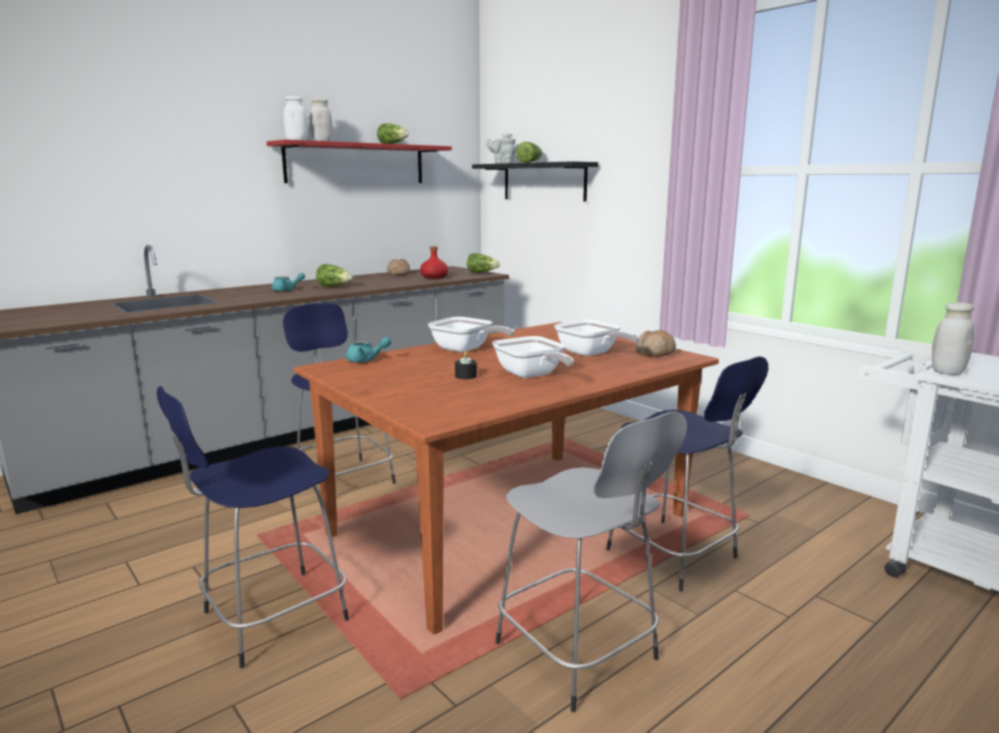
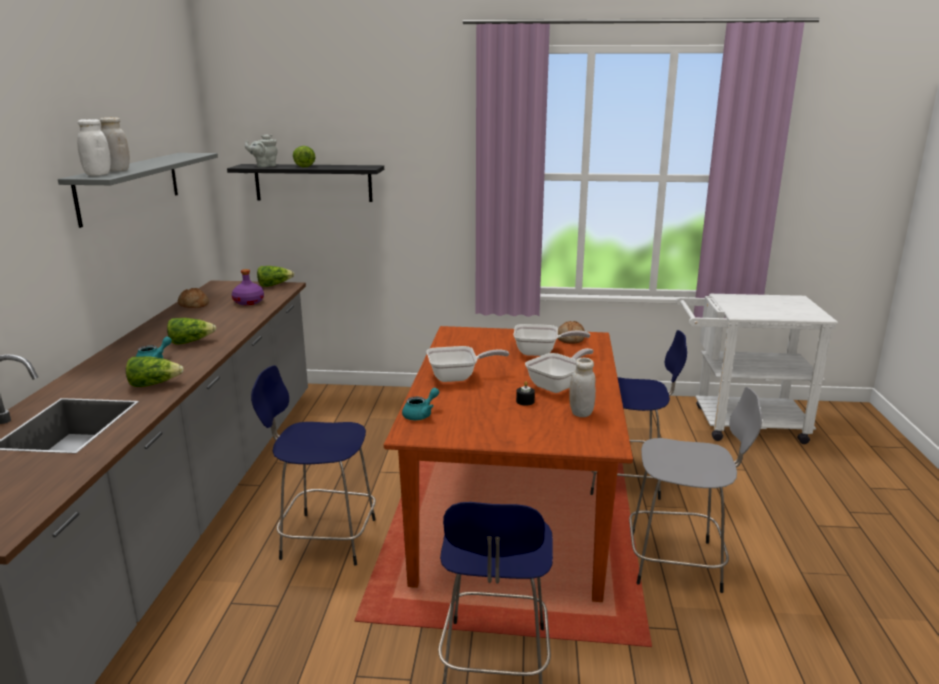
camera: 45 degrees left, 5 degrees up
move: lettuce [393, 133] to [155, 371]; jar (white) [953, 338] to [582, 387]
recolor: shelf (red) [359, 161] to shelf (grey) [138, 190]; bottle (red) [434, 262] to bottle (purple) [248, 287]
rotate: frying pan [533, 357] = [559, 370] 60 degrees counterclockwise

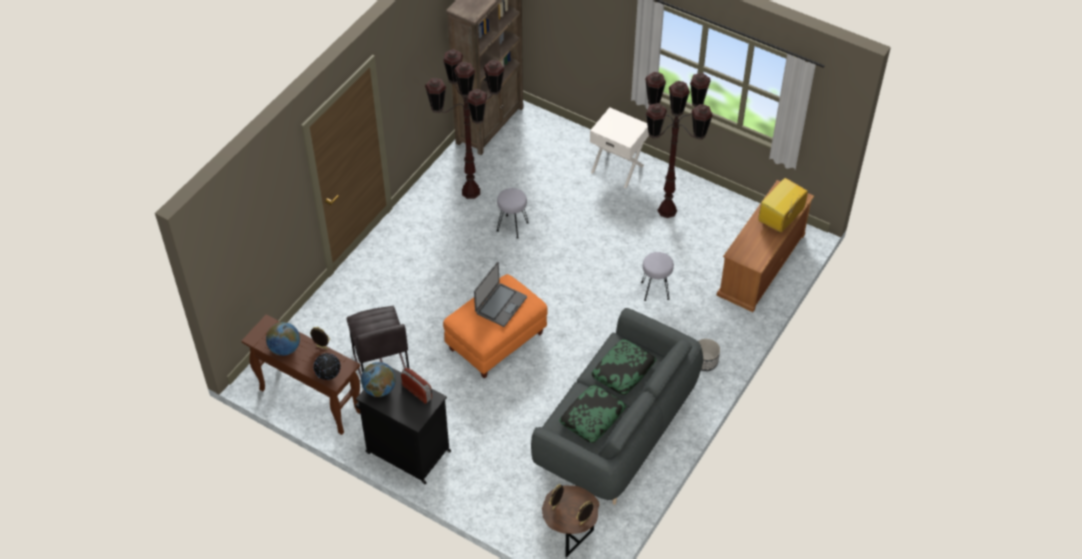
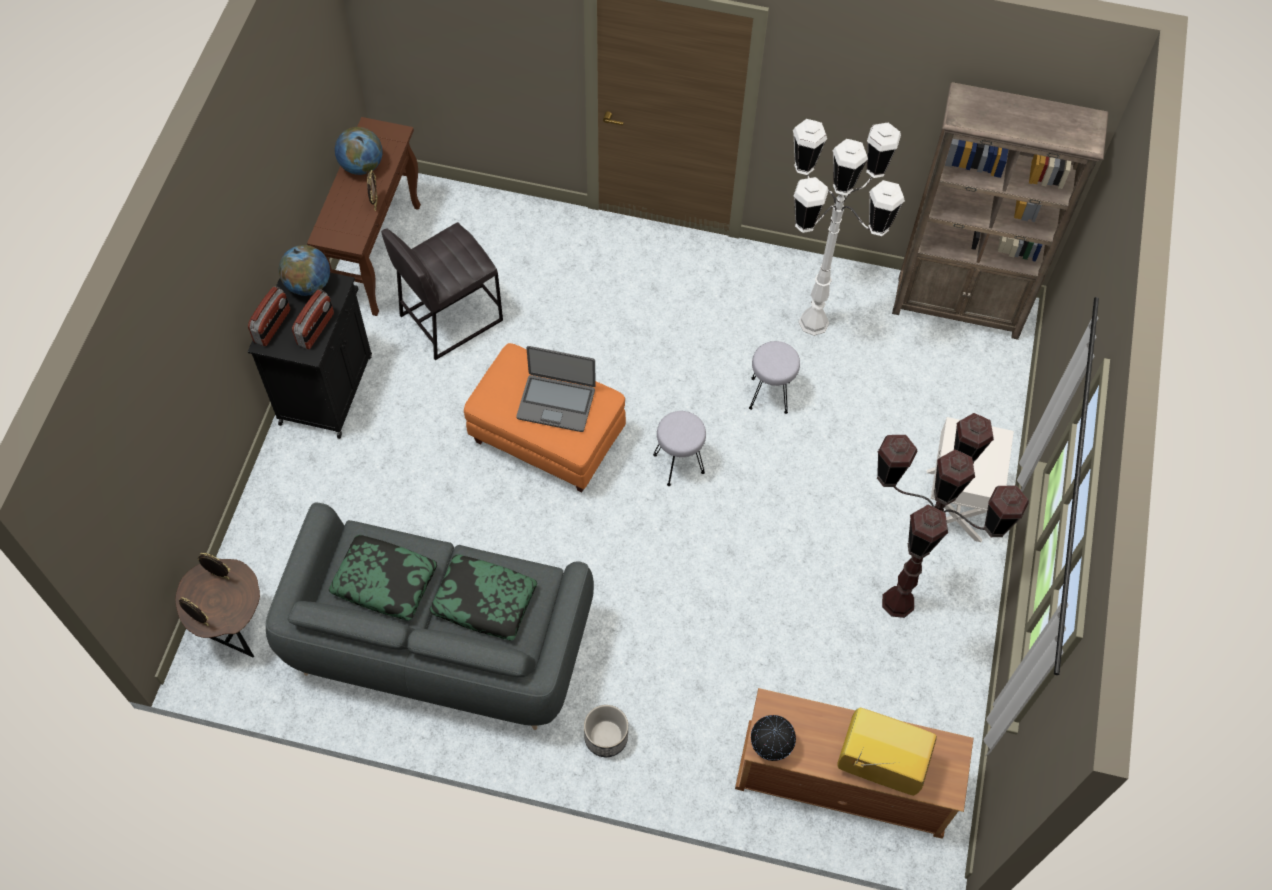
camera: 70 degrees right, 10 degrees up
insert: radio [269, 316]
move: globe [327, 366] to [773, 738]; stool (grey) [657, 276] to [679, 448]
recolor: floor lamp (brown) [464, 124] to floor lamp (white) [849, 227]

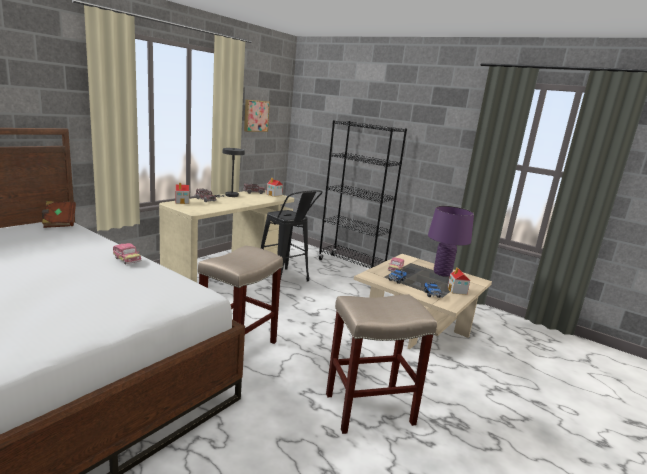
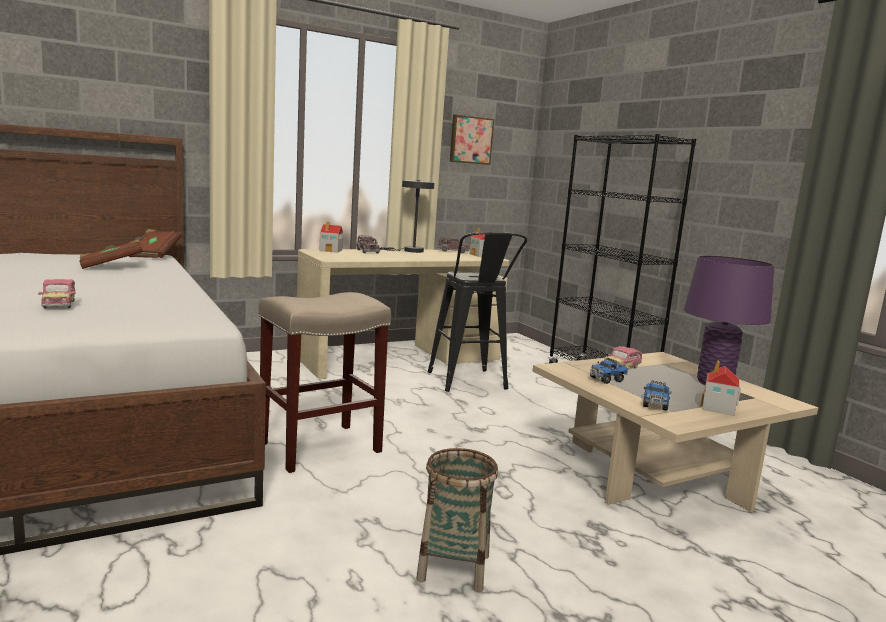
camera: 25 degrees right, 5 degrees down
insert: book (brown) [111, 254]
move: toy car [127, 253] to [57, 294]
replace: stool (beige) [381, 364] to basket [457, 520]

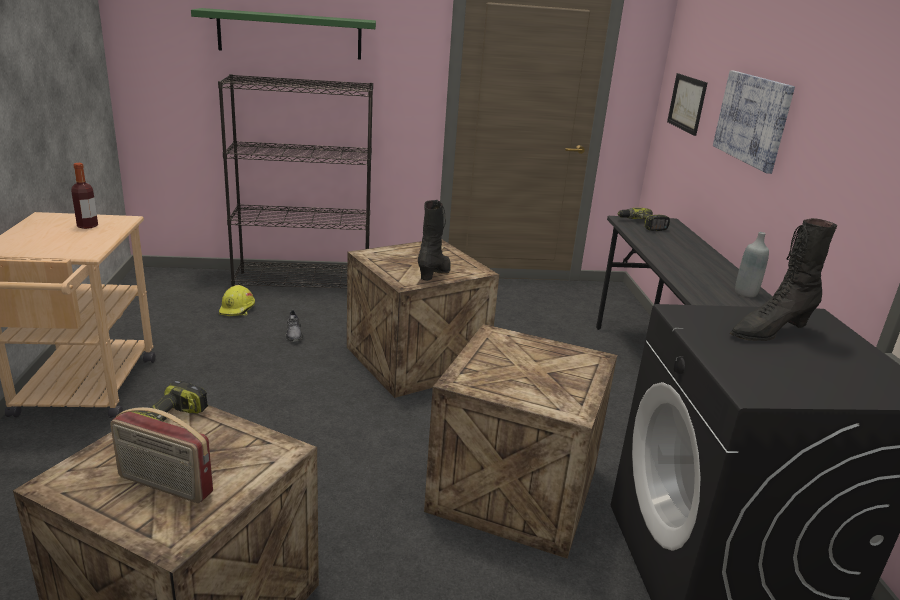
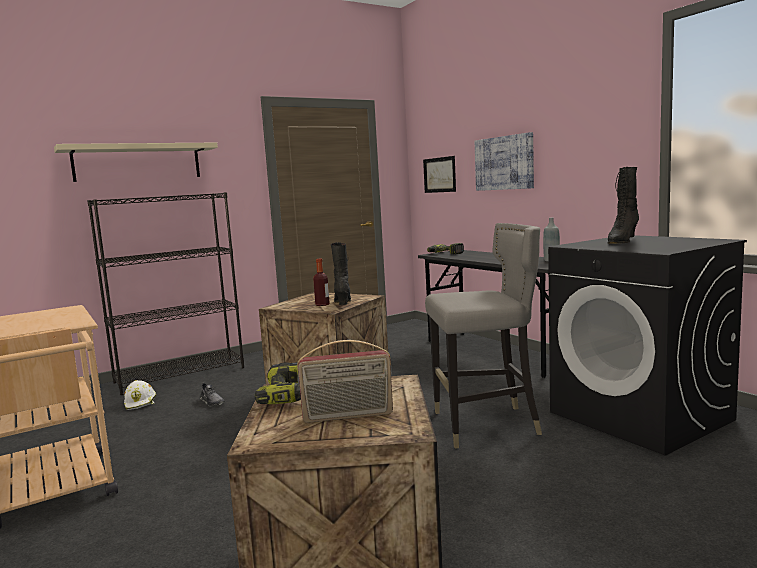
camera: 25 degrees left, 15 degrees down
move: bottle [84, 196] to [321, 282]
replace: crate [520, 441] to stool (grey) [483, 336]
recolor: shelf (green) [283, 34] to shelf (beige) [136, 162]; hard hat (yellow) [237, 300] to hard hat (white) [140, 395]

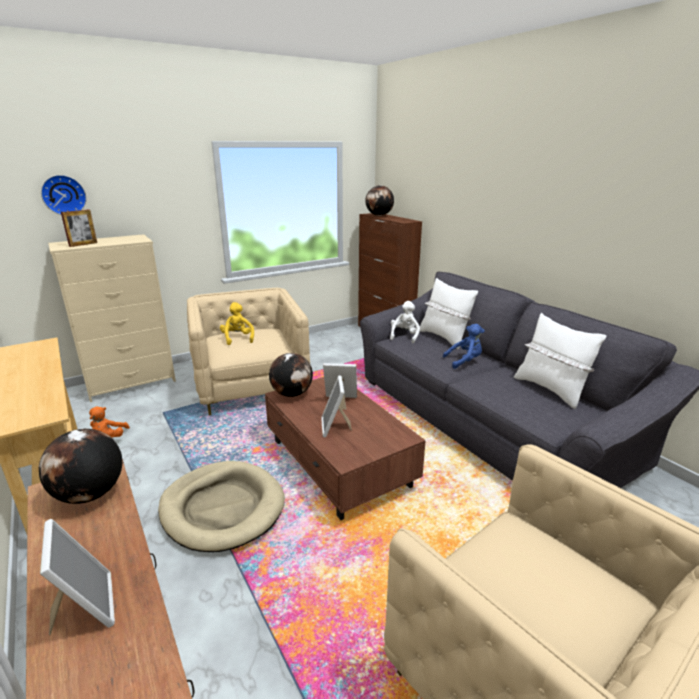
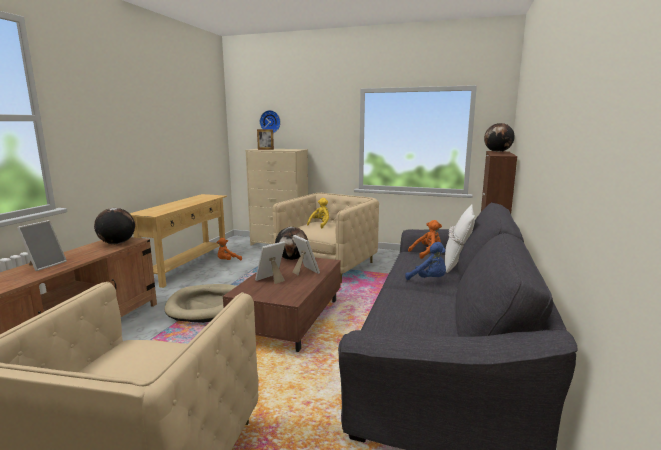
camera: 50 degrees right, 10 degrees down
delete: pillow (white) [560, 361]
recolor: plush toy (white) [405, 322] to plush toy (orange) [425, 239]

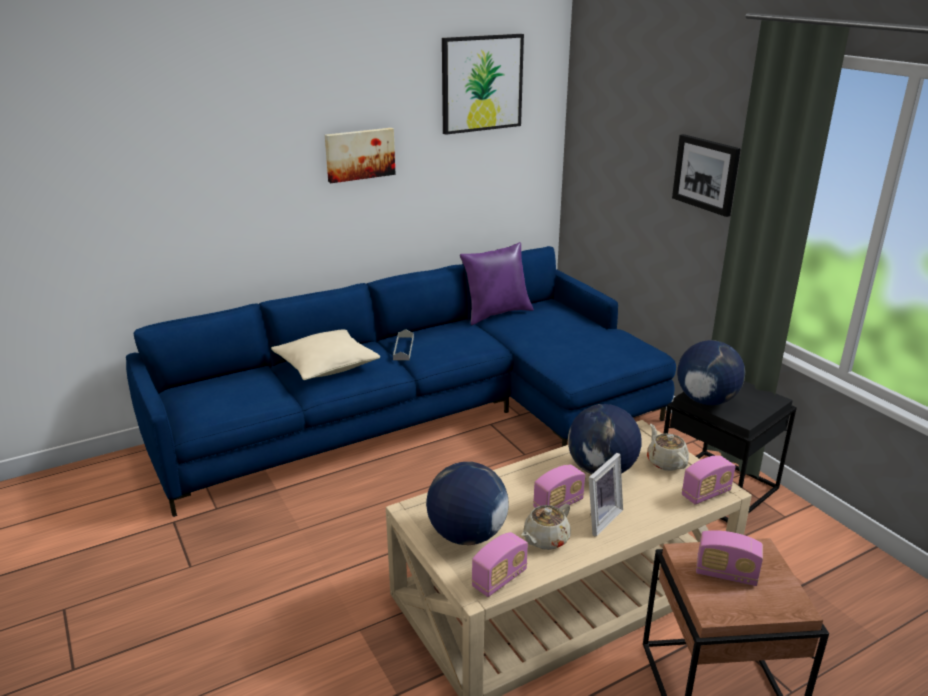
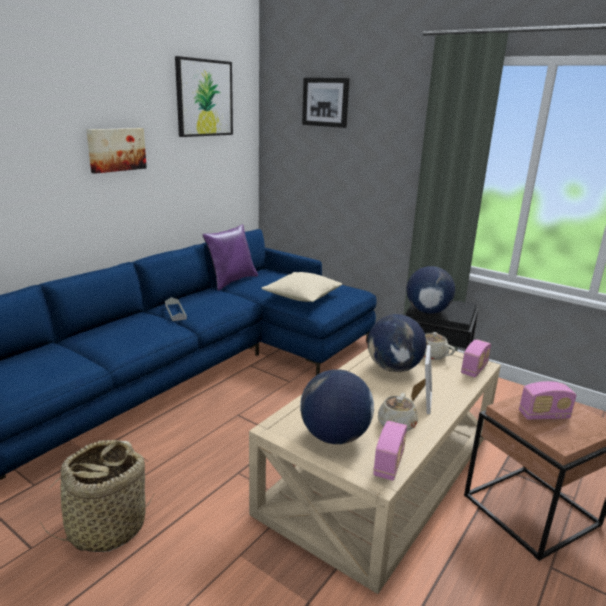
camera: 25 degrees left, 5 degrees down
delete: radio [559, 486]
insert: basket [96, 496]
move: pillow (beige) [325, 355] to [302, 287]; picture [706, 175] to [326, 103]

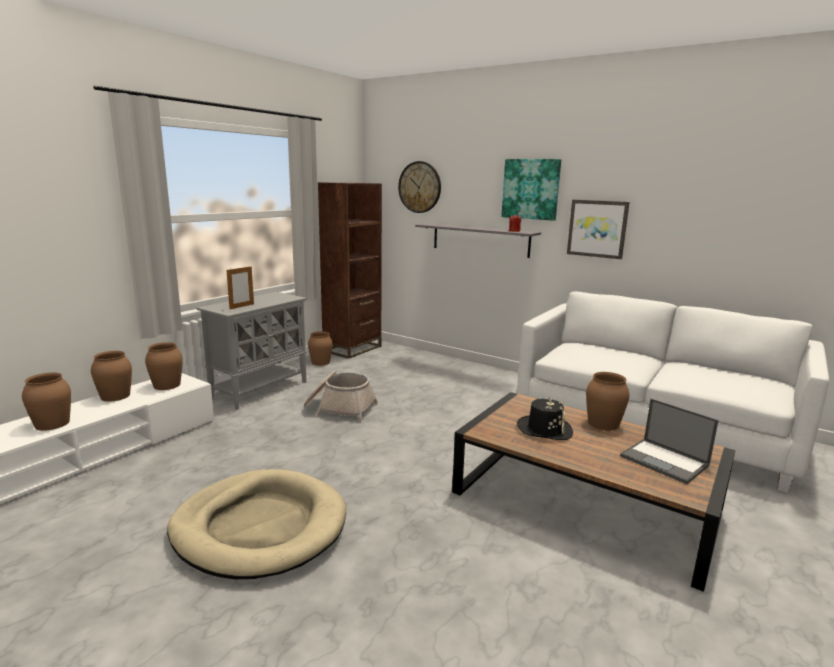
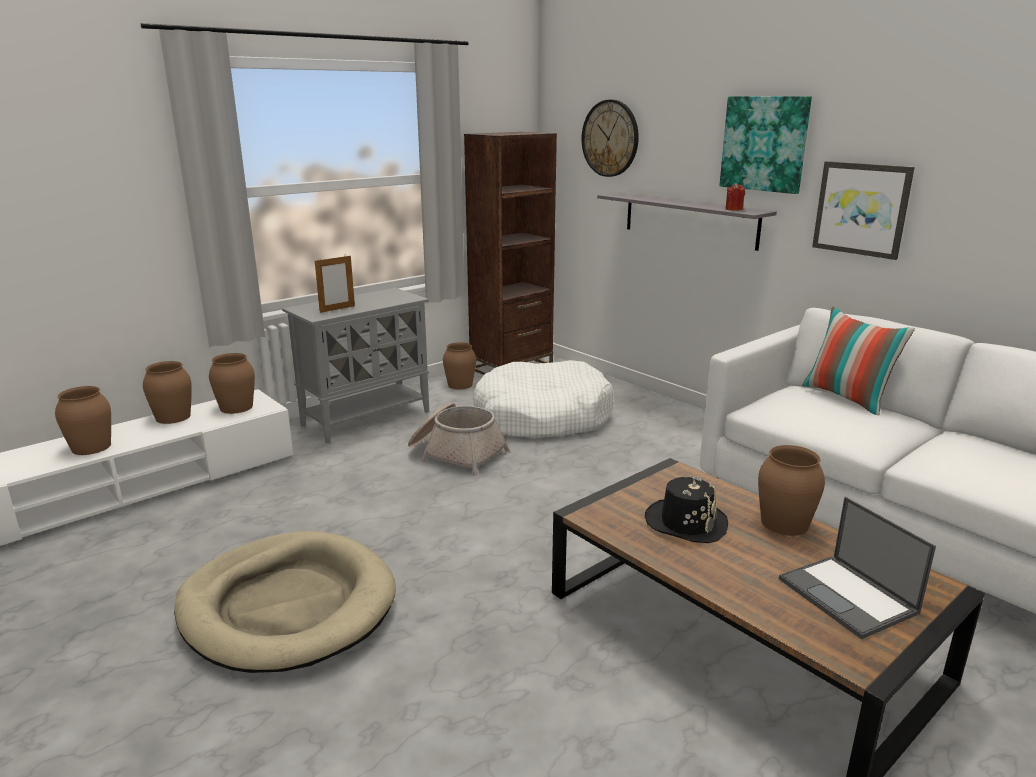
camera: 15 degrees right, 5 degrees up
insert: dog bed (white) [543, 399]; pillow [858, 361]

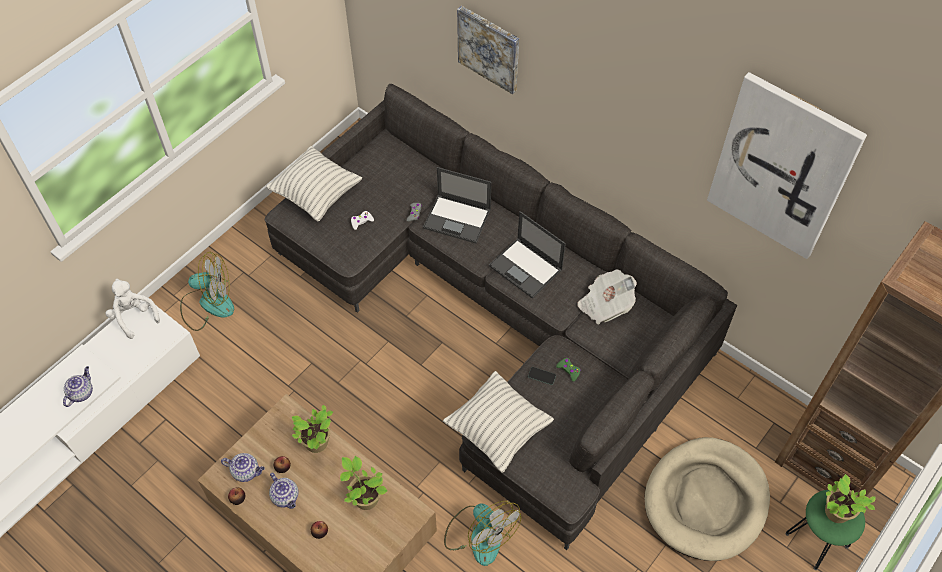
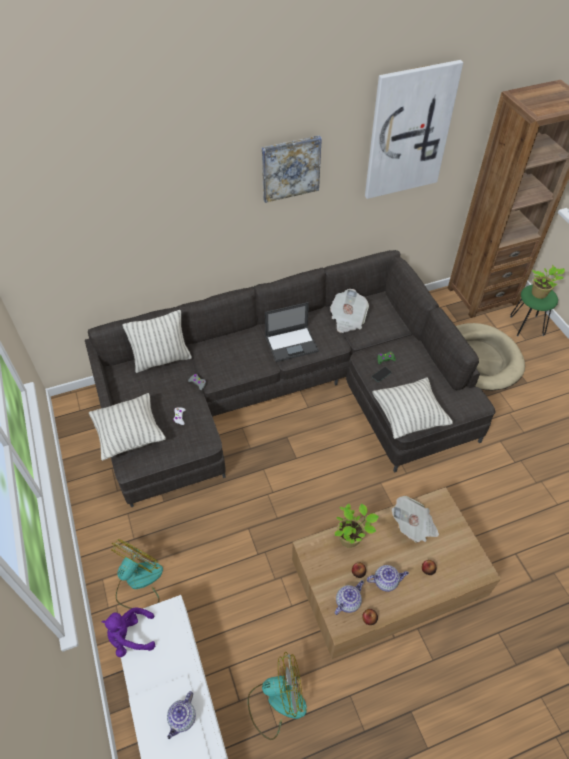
camera: 60 degrees left, 5 degrees down
delete: laptop [457, 205]
insert: pillow [157, 341]
move: fan [482, 533] to [277, 696]; picture [488, 50] to [292, 169]
replace: potted plant [364, 483] to newspaper [415, 519]
recolor: plush toy (white) [133, 309] to plush toy (purple) [128, 632]
rotate: teapot [78, 386] = [181, 715] 120 degrees counterclockwise

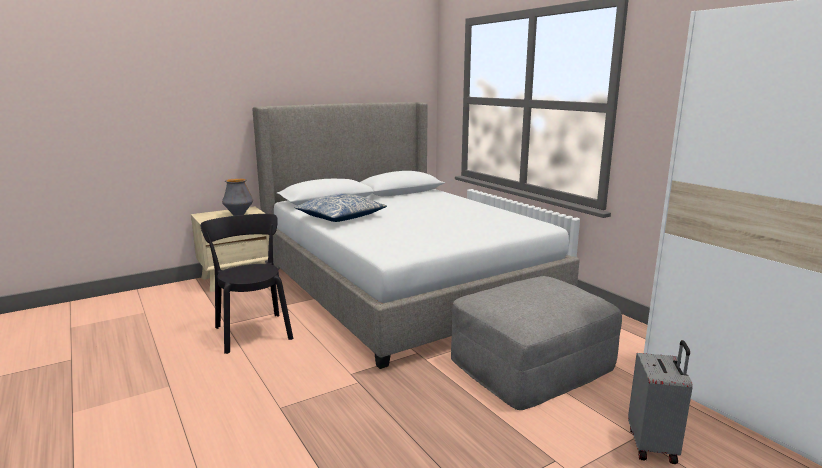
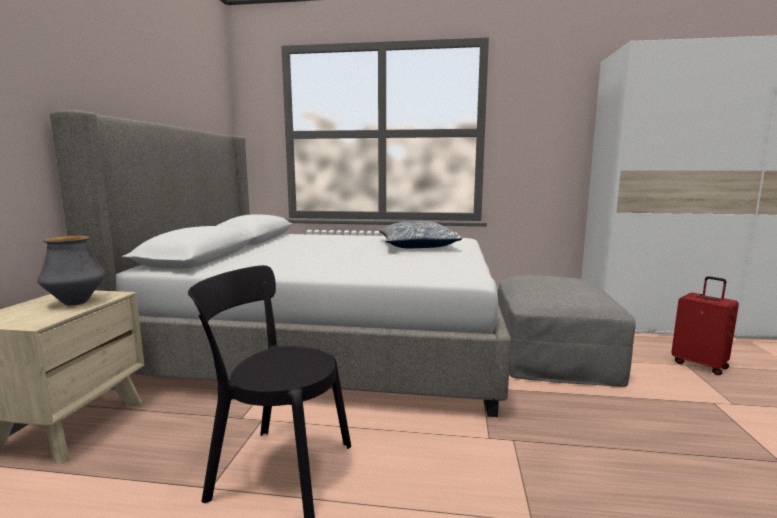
camera: 50 degrees left, 5 degrees down
move: pillow [341, 207] to [420, 234]
recolor: suitcase (grey) [660, 402] to suitcase (red) [705, 325]

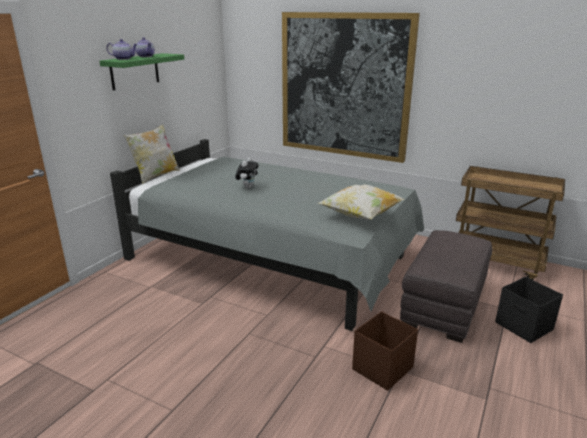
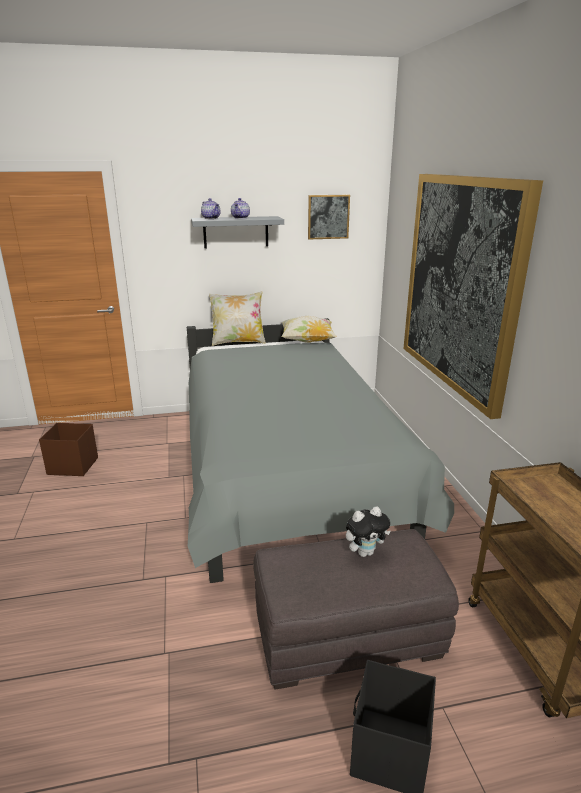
camera: 50 degrees right, 0 degrees up
insert: picture [329, 217]
move: plush toy [247, 173] to [368, 531]; pillow [361, 202] to [309, 329]; storage box (brown) [385, 351] to [68, 449]
recolor: shelf (green) [141, 72] to shelf (grey) [237, 232]

